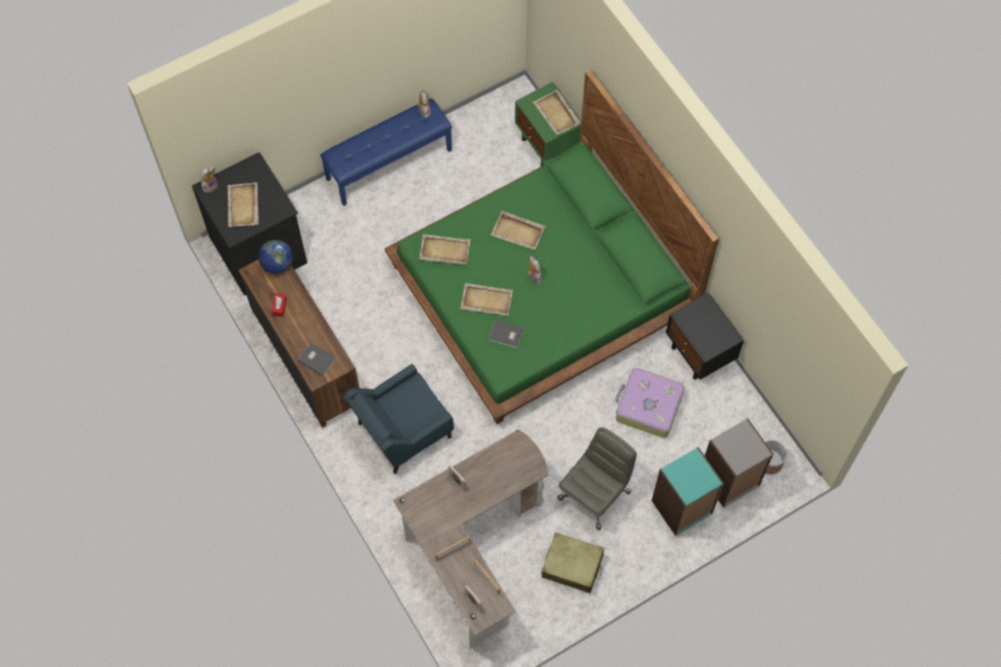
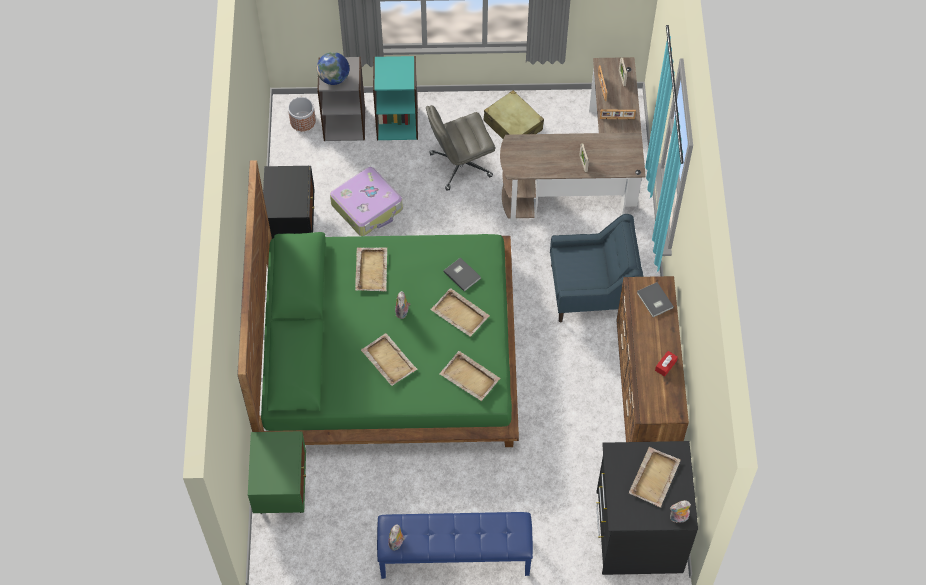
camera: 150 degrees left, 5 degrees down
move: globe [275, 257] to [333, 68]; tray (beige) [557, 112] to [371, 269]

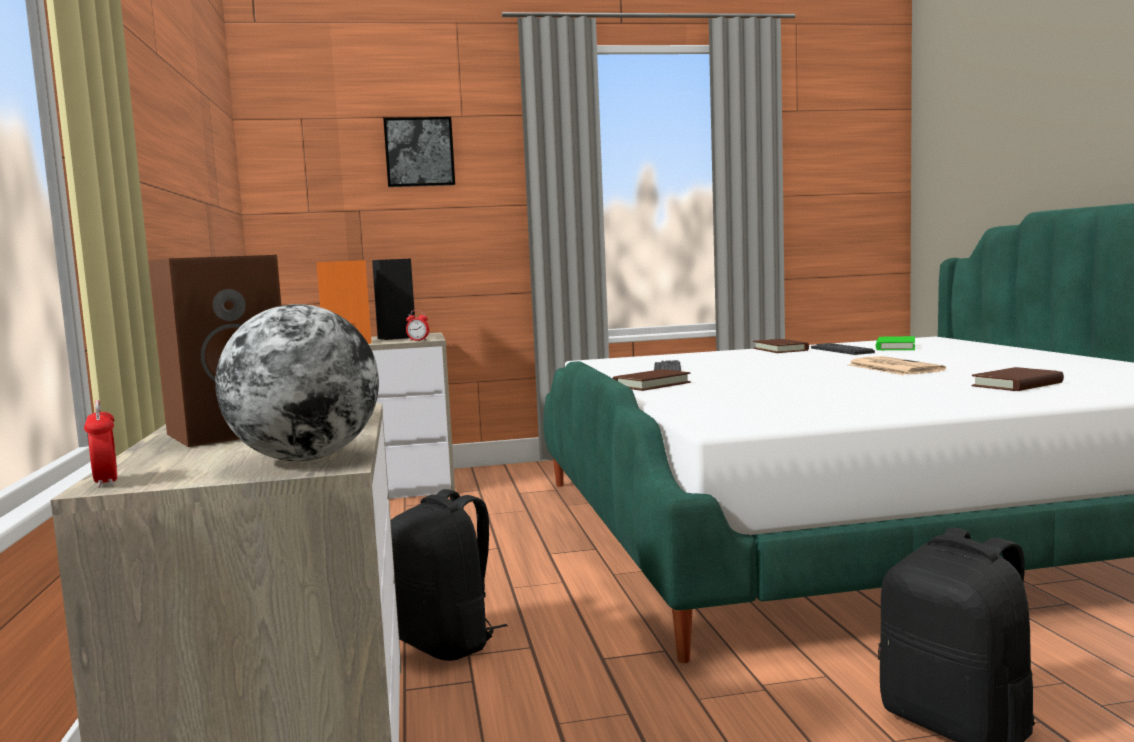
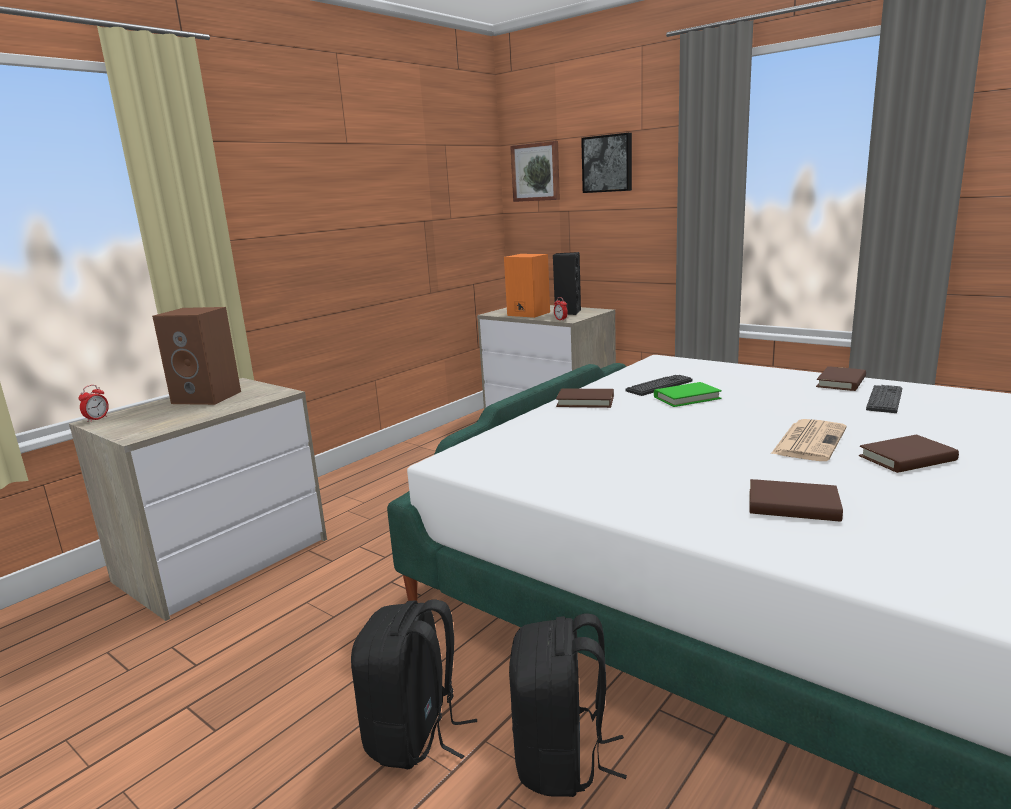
camera: 50 degrees right, 10 degrees up
delete: globe [297, 382]
insert: picture [535, 171]; book (brown) [909, 454]
move: backpack (black) [449, 575] to [568, 705]; book (green) [895, 343] to [688, 394]

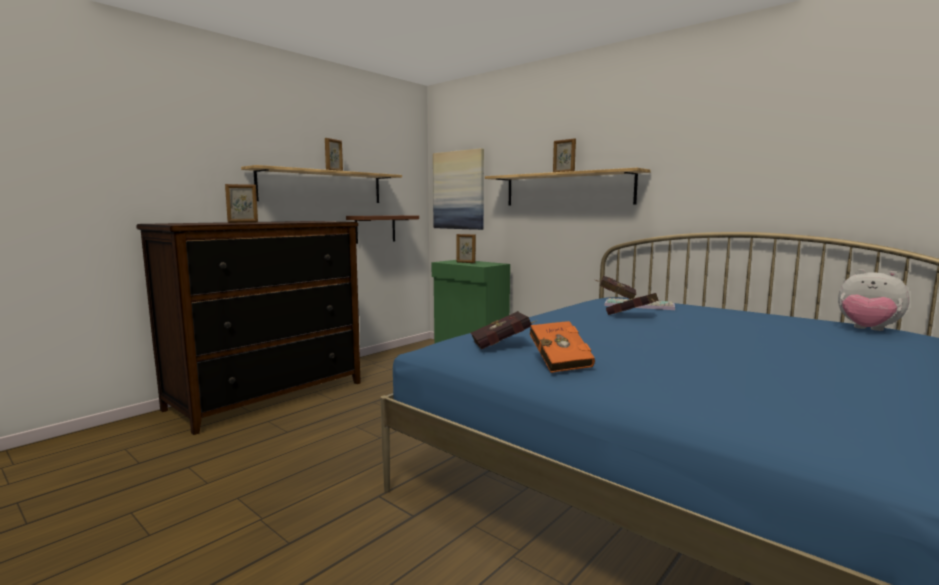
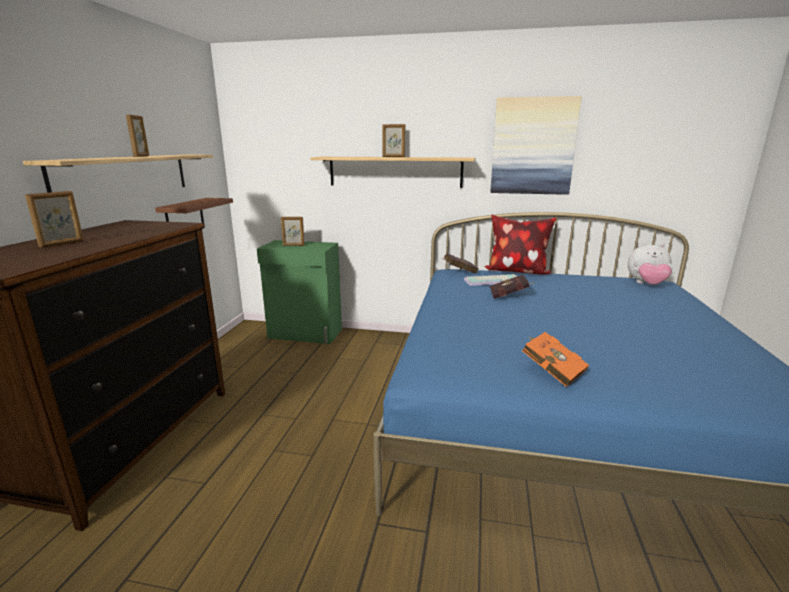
camera: 30 degrees left, 10 degrees up
delete: book (red) [504, 330]
insert: pillow [520, 245]
move: picture [458, 189] to [536, 145]

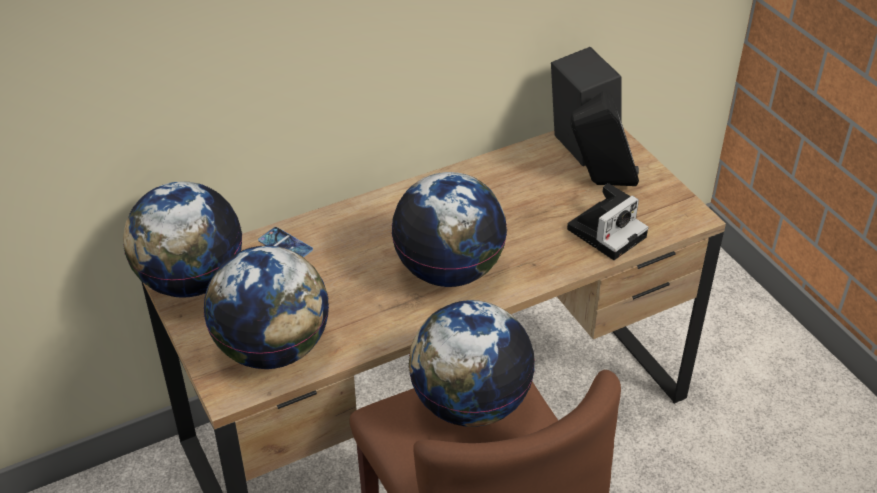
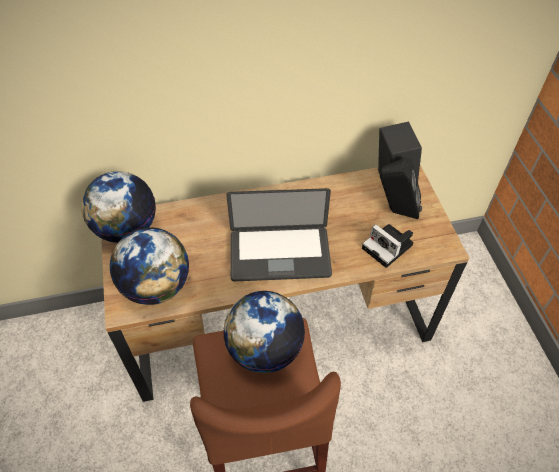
camera: 15 degrees right, 10 degrees up
delete: phone [285, 242]
replace: globe [449, 229] to laptop [279, 234]
rotate: photo camera [607, 221] = [388, 246] 75 degrees clockwise

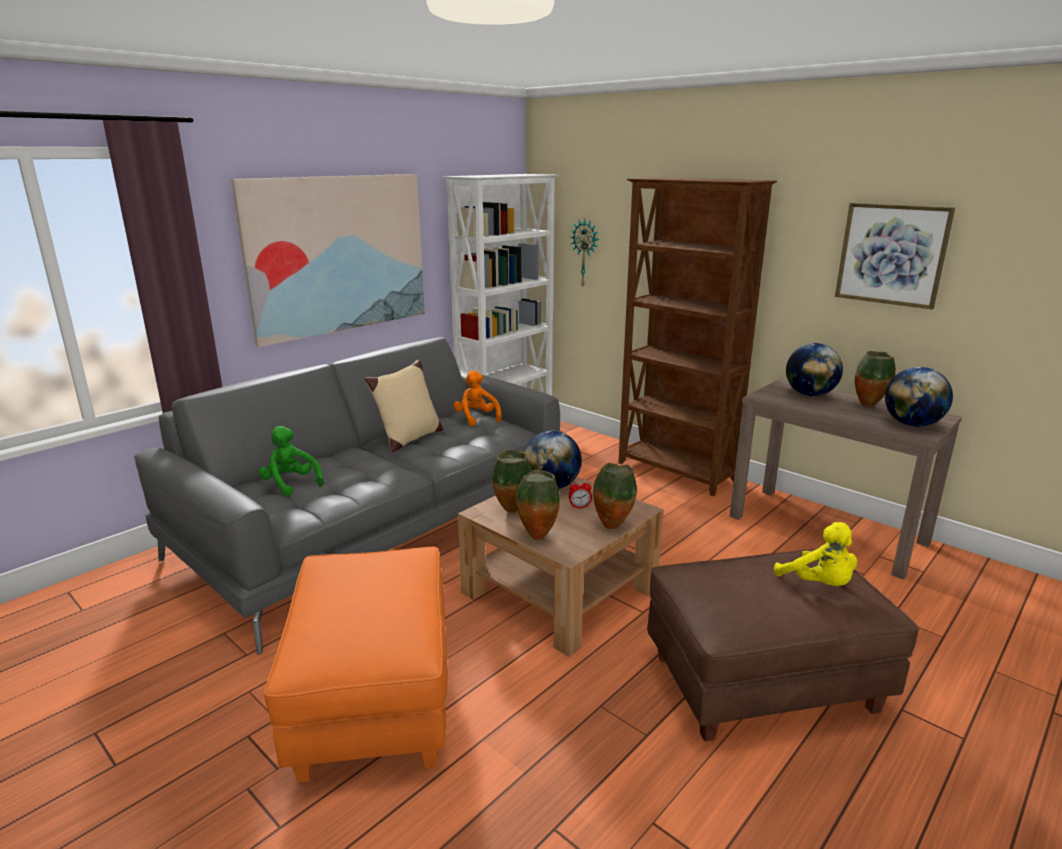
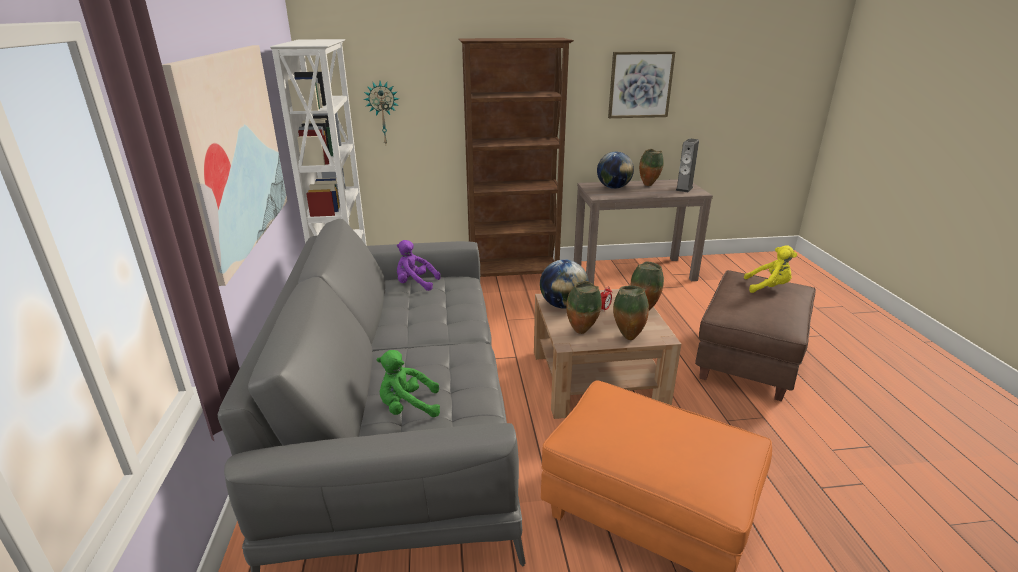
camera: 50 degrees left, 5 degrees up
delete: pillow (beige) [404, 406]
replace: globe [919, 397] to speaker [687, 165]
recolor: plush toy (orange) [477, 398] to plush toy (purple) [419, 265]

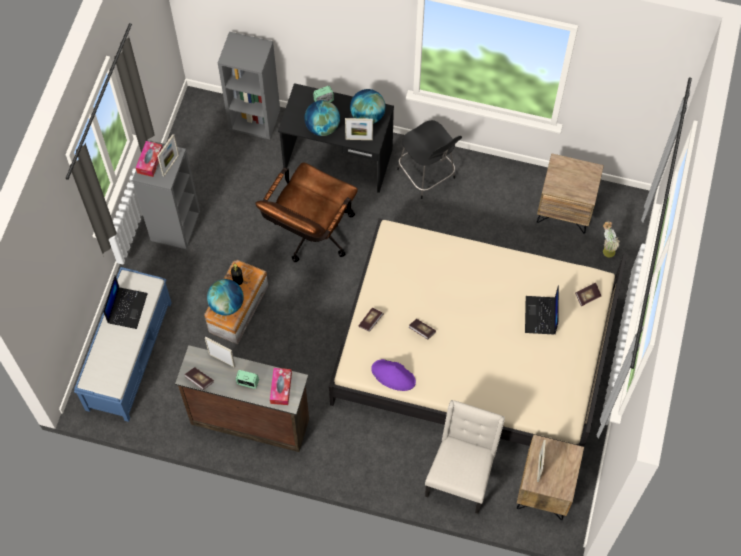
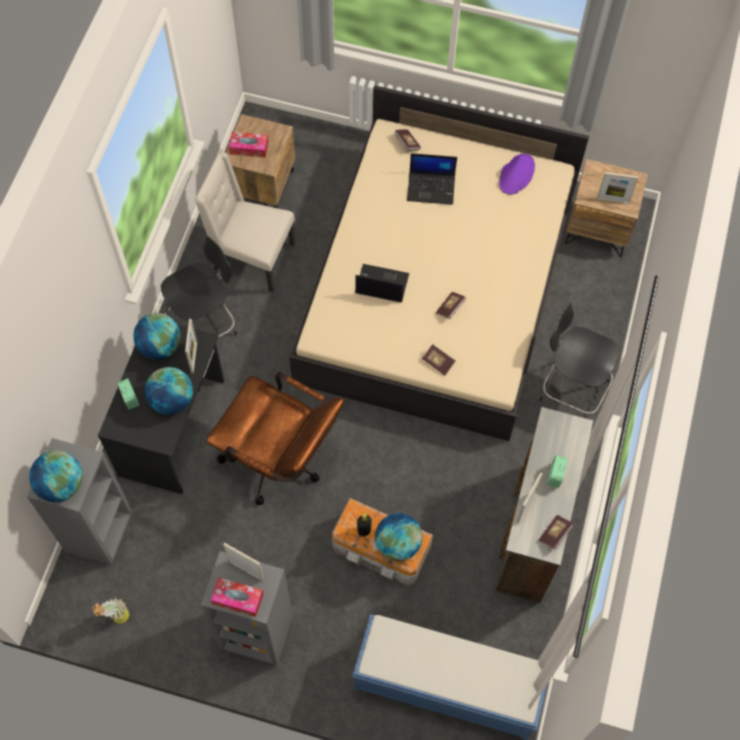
camera: 90 degrees left, 0 degrees up
insert: globe [56, 476]; chair (black) [580, 361]
move: laptop [125, 302] to [382, 283]; tissue box [281, 386] to [248, 145]; hat (purple) [393, 375] to [517, 174]; chair (beige) [465, 457] to [245, 222]; potted plant [611, 239] to [110, 610]

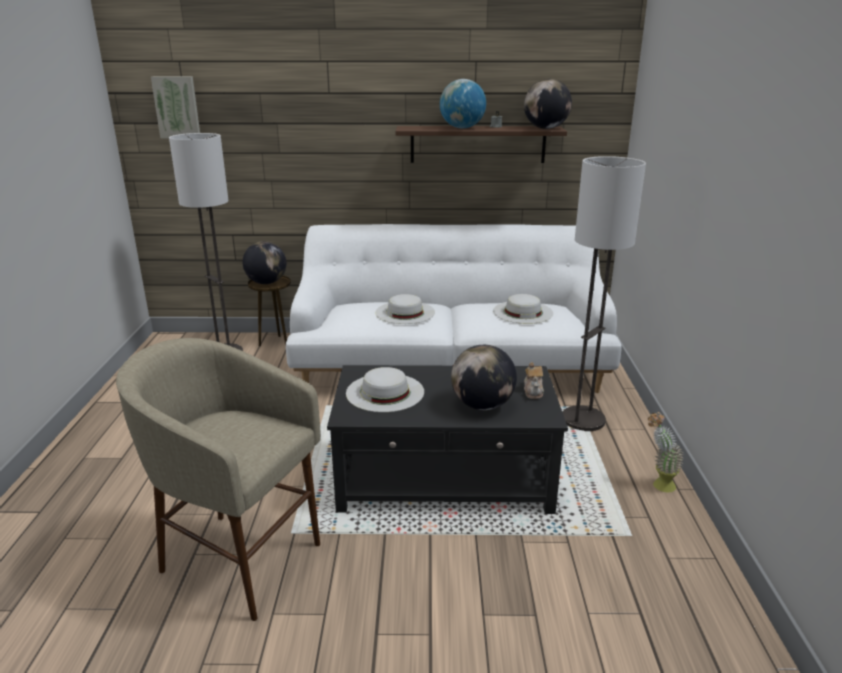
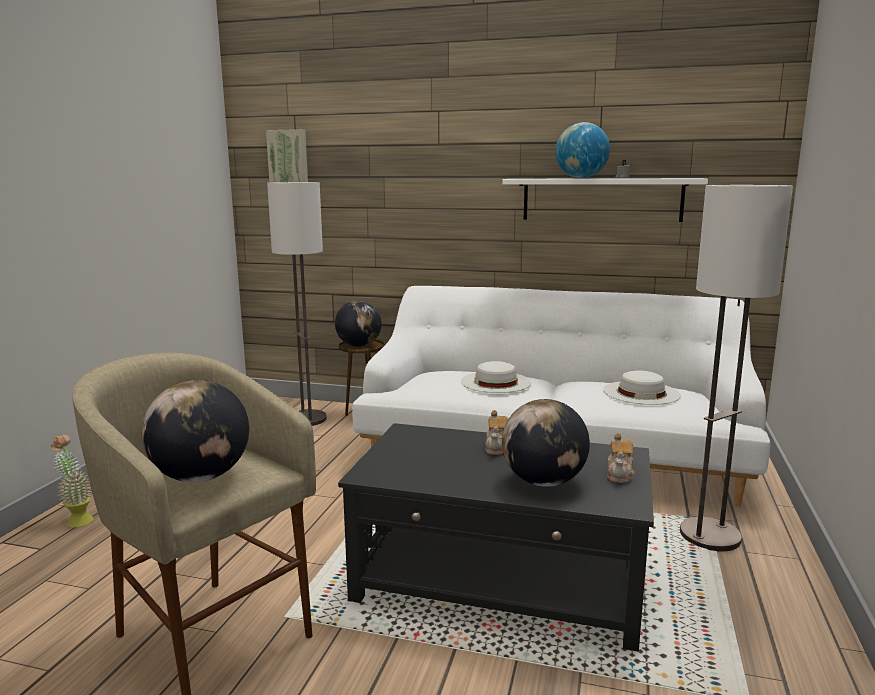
camera: 15 degrees right, 10 degrees down
delete: hat (white) [385, 389]
insert: teapot [496, 432]
move: globe [548, 104] to [195, 431]; potted plant [665, 452] to [72, 481]
recolor: shelf (brown) [481, 144] to shelf (white) [605, 200]

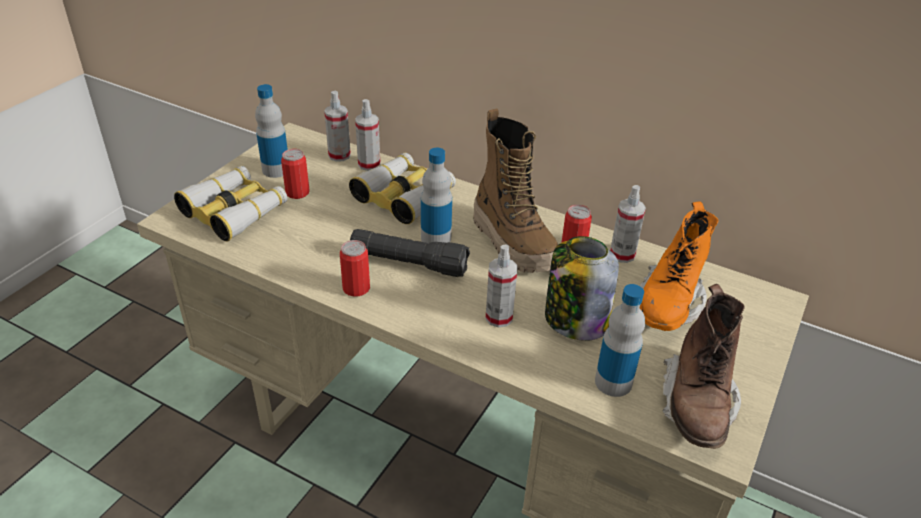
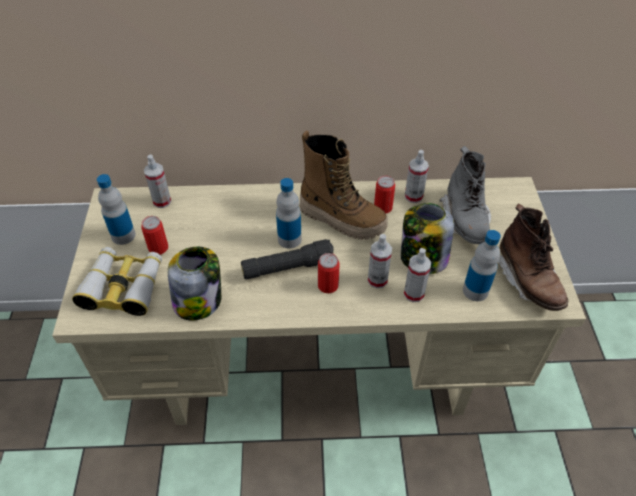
camera: 30 degrees left, 10 degrees up
delete: binoculars [402, 188]
insert: jar [194, 284]
move: can [355, 268] to [329, 273]; spray bottle [368, 135] to [417, 275]
recolor: boot (orange) [679, 266] to boot (grey) [465, 195]

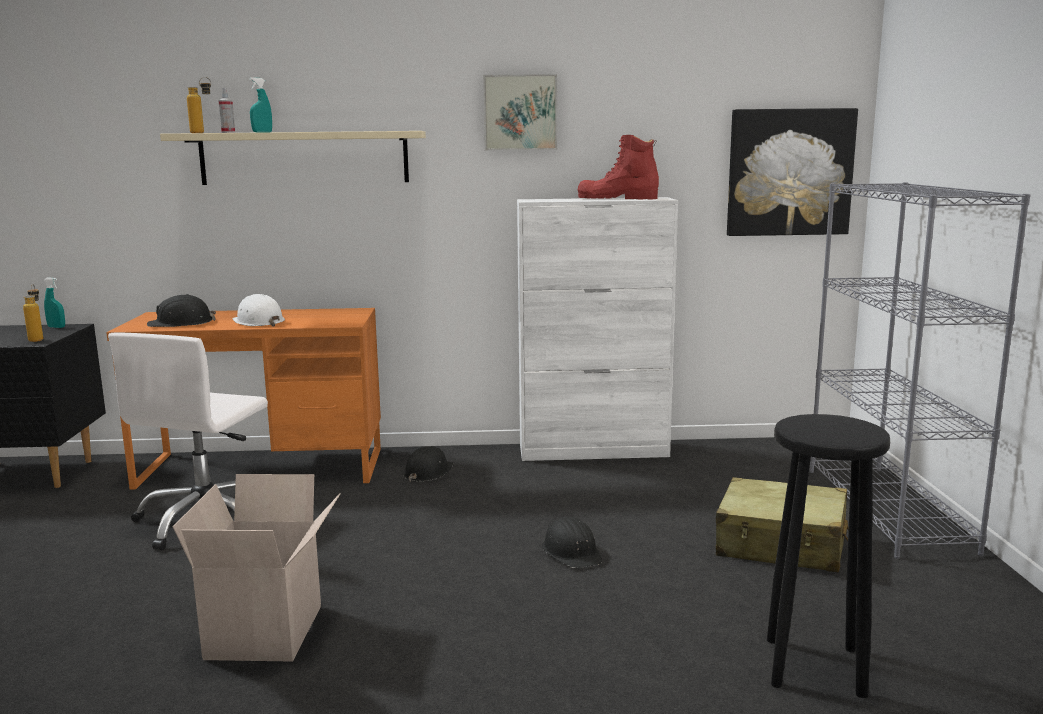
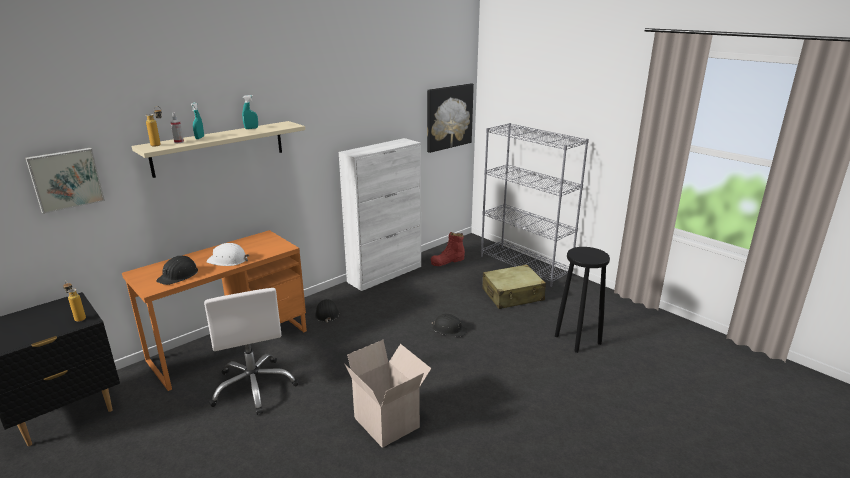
camera: 40 degrees left, 10 degrees up
move: spray bottle (turquoise) [54, 303] to [250, 112]; picture [520, 112] to [65, 181]; boot (red) [618, 167] to [448, 249]

